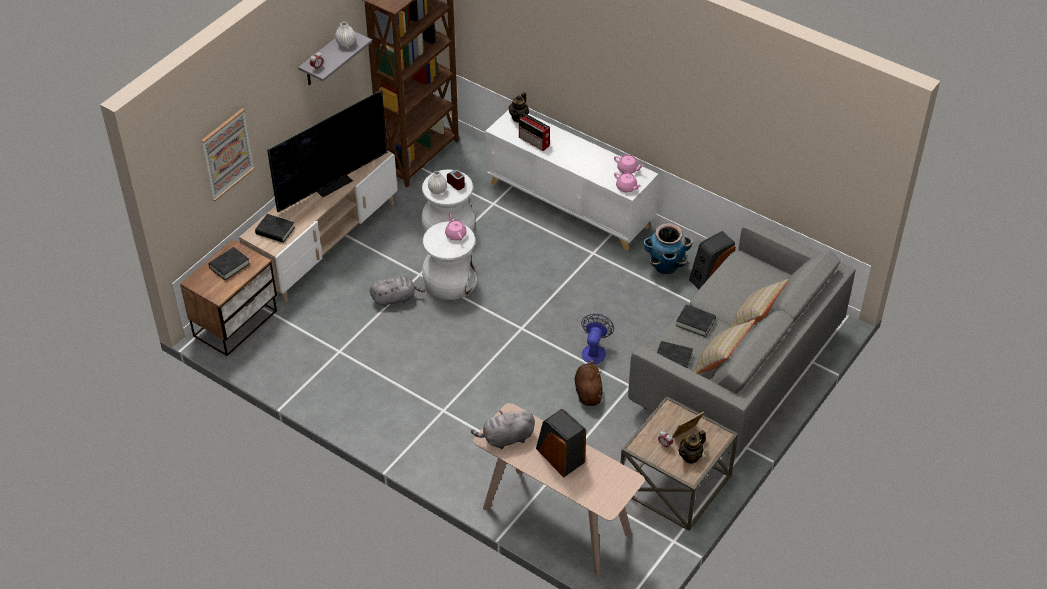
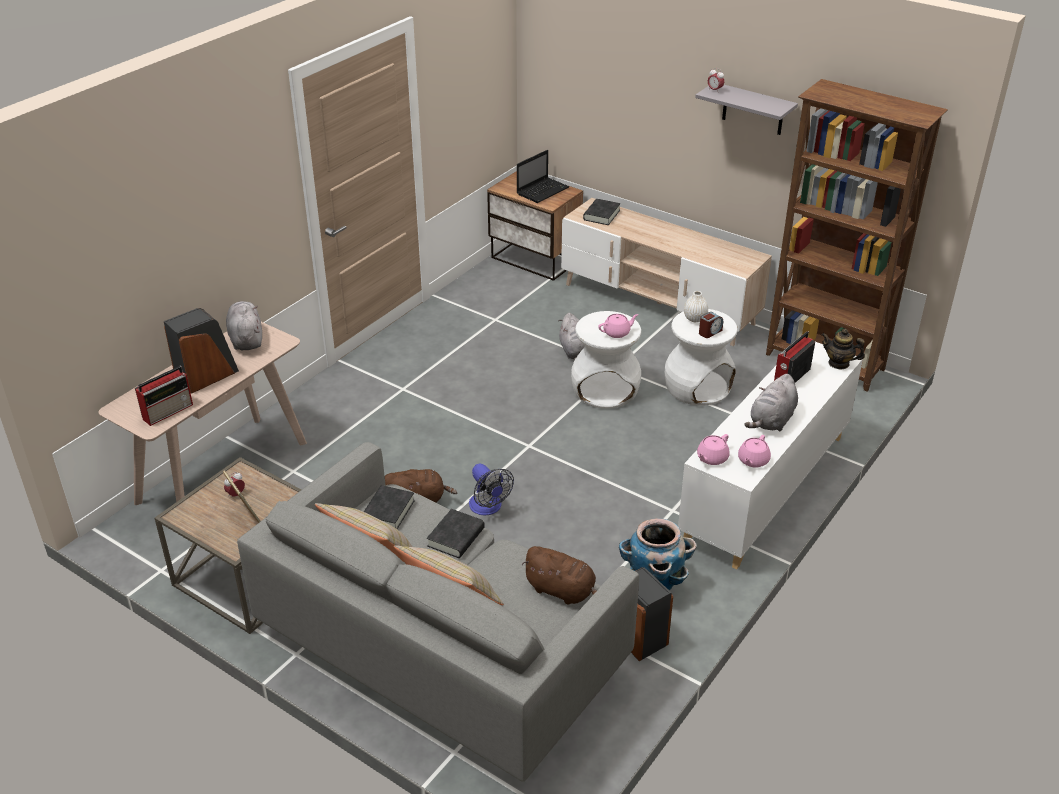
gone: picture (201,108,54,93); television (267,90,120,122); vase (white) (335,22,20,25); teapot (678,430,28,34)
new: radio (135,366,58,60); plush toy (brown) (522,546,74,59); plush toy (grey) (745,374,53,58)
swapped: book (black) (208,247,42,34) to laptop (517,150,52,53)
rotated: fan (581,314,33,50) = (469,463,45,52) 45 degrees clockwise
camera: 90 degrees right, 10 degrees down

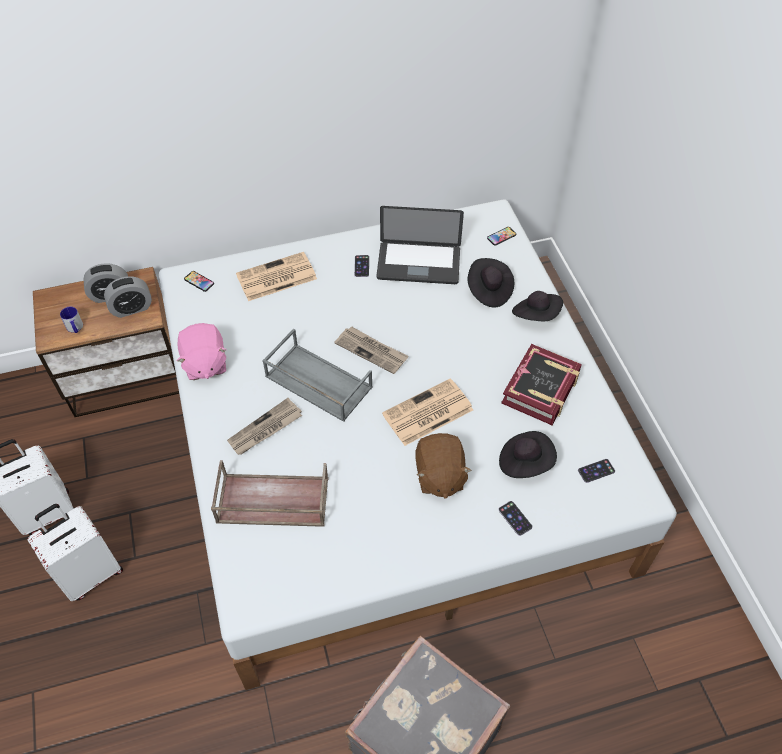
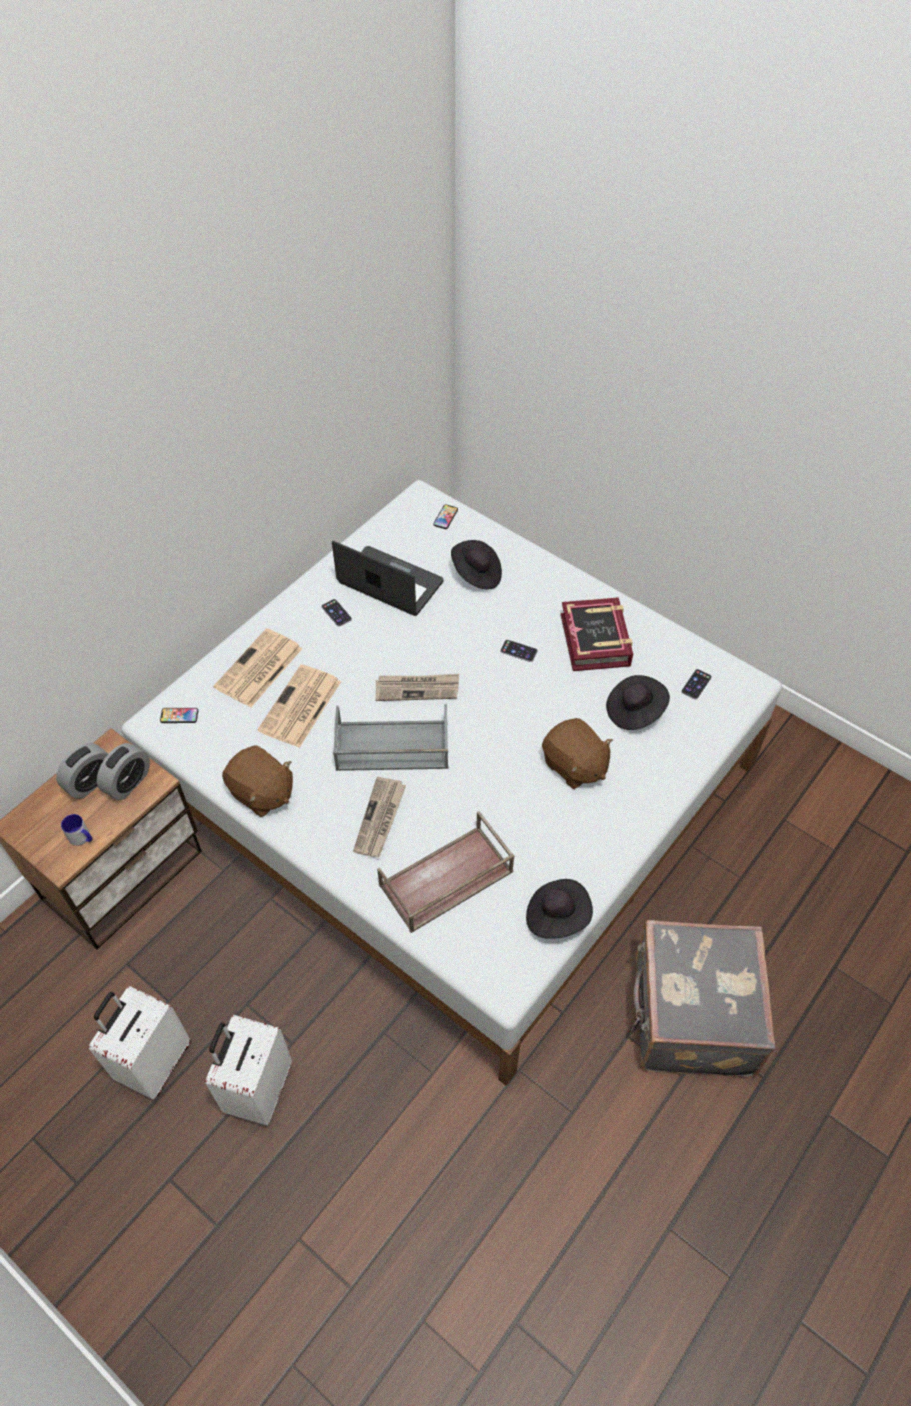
shifted: newspaper (382,378,91,68) to (257,665,84,83); phone (498,501,34,35) to (500,640,37,22); hat (black) (512,291,51,30) to (526,879,67,60)
repainted: plush toy (pink) (177,323,50,57) to plush toy (brown) (222,745,71,72)
rotated: laptop (376,206,88,78) = (332,541,112,75) 120 degrees counterclockwise
camera: 35 degrees left, 0 degrees up

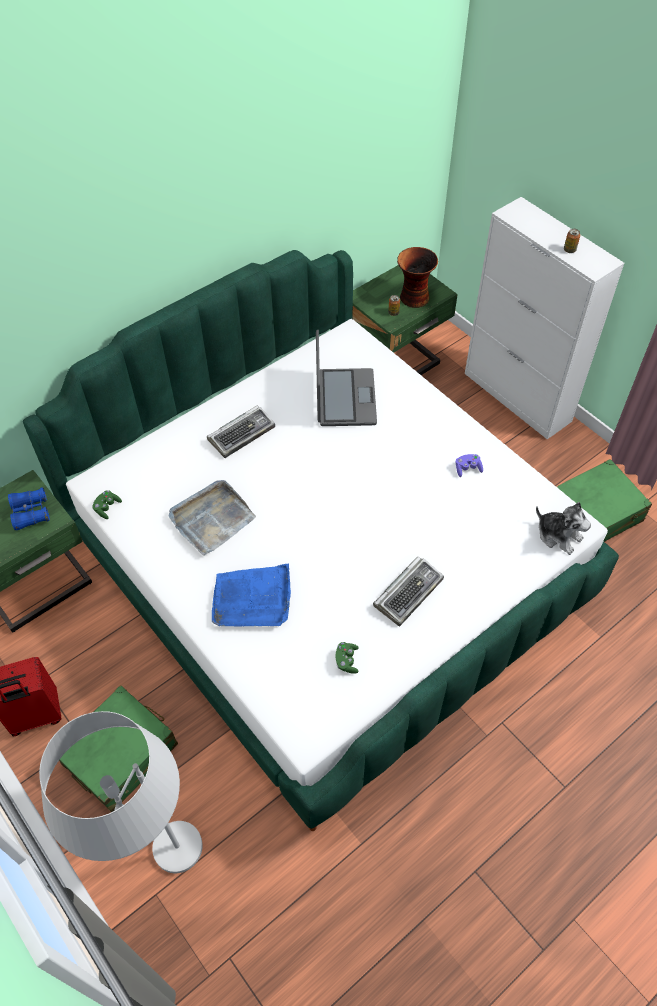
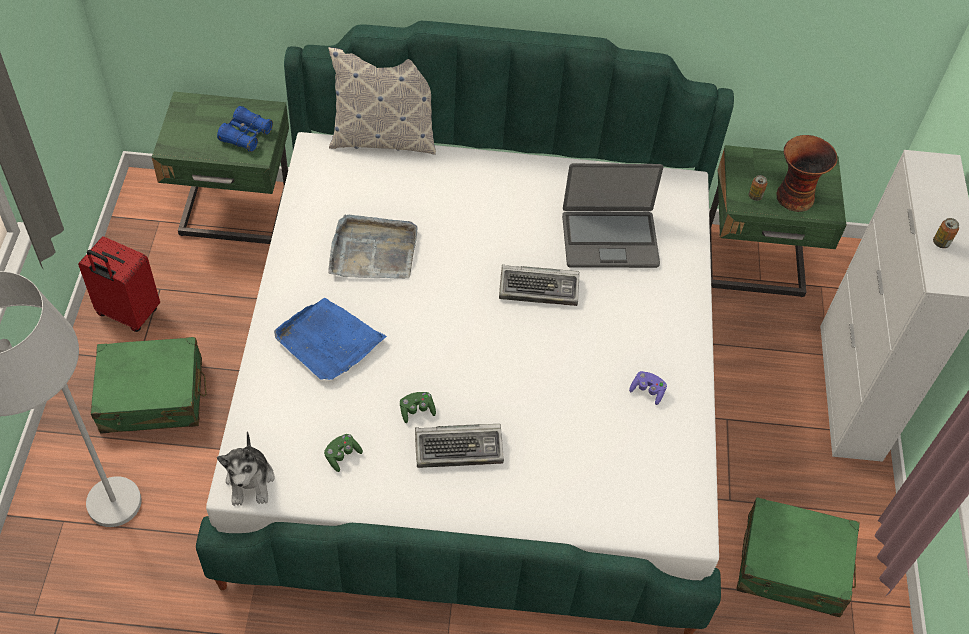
new: pillow (328,47,108,108)
shifted: game controller (green) (92,490,30,29) to (400,392,36,31); keyboard (207,406,68,52) to (499,264,81,42); plush toy (536,502,55,53) to (217,432,58,74)
rotated: laptop (316,329,61,97) = (562,163,101,105) 45 degrees clockwise
camera: 40 degrees right, 0 degrees up

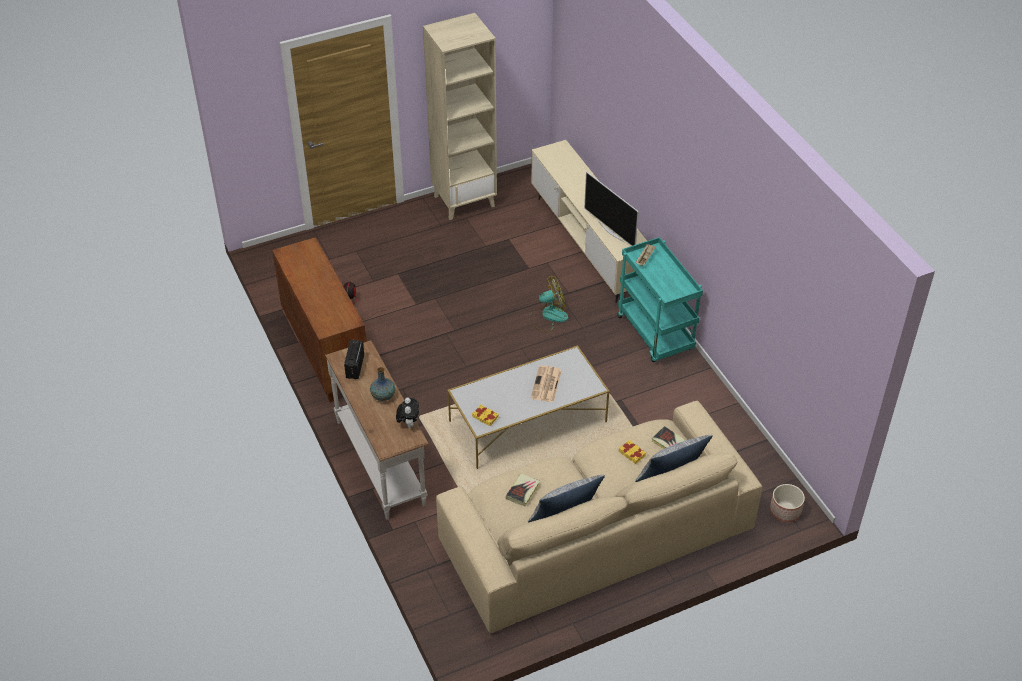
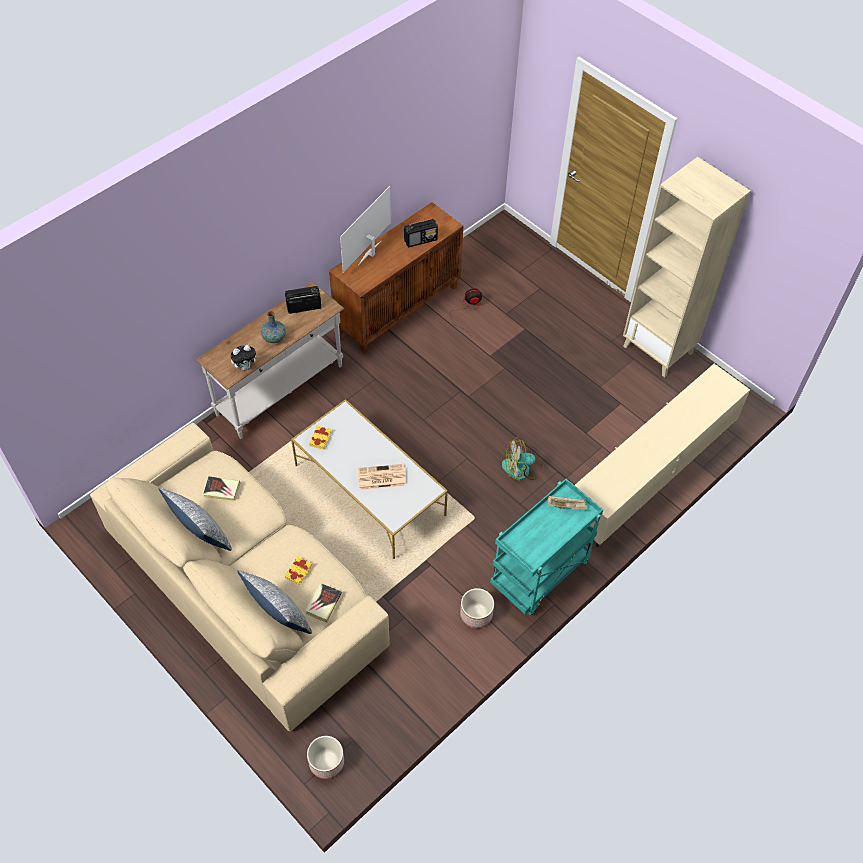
new: radio (404,219,34,28); planter (460,588,34,40)
shifted: television (584,171,55,75) to (340,186,51,87)
rotated: fan (529,276,39,57) = (502,438,42,42) 120 degrees clockwise
camera: 70 degrees right, 10 degrees up

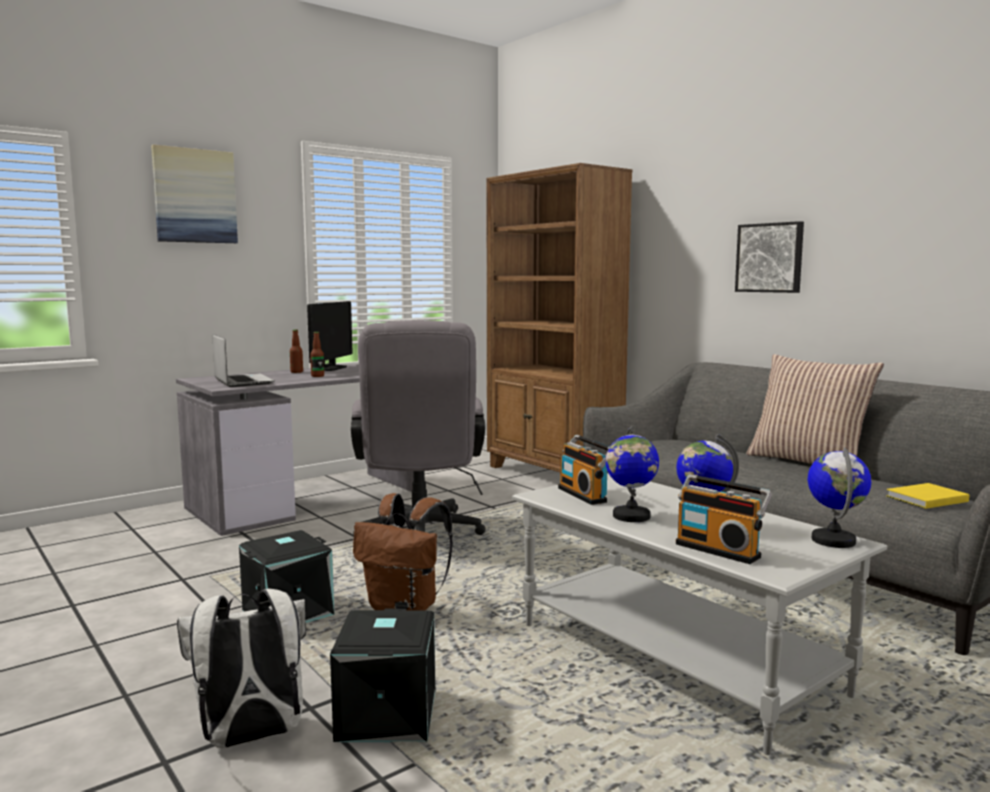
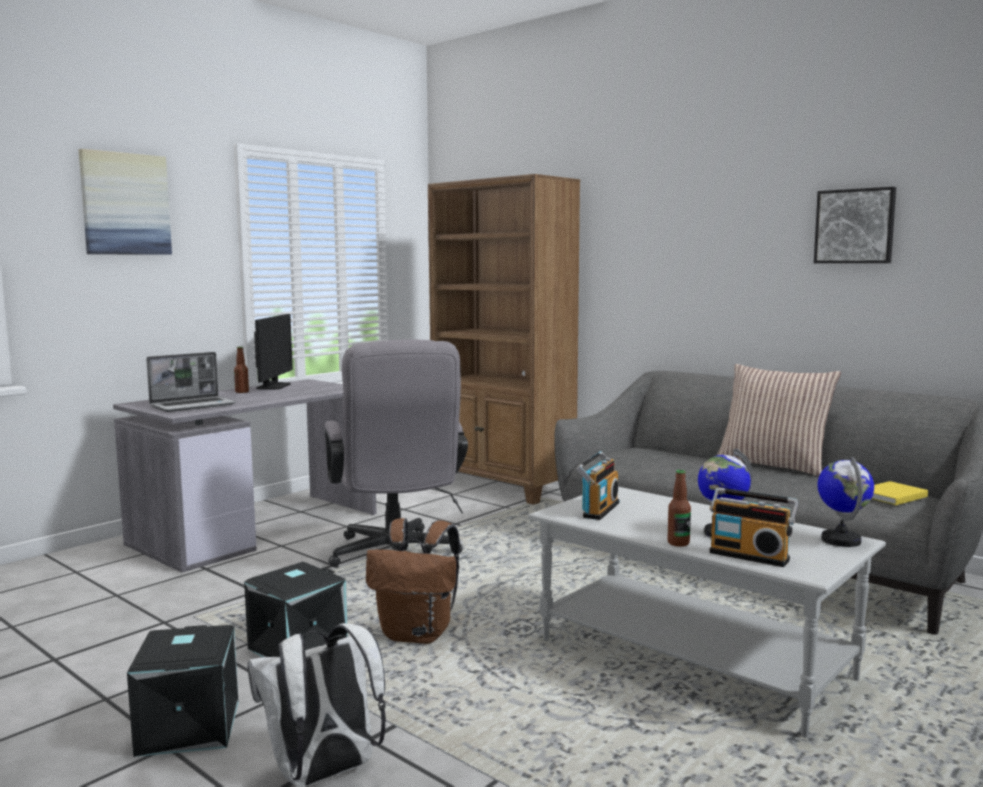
gone: globe (605,426,54,96)
shifted: bottle (310,332,14,45) to (667,470,24,77); storage box (black) (330,609,105,133) to (127,625,112,132); picture (735,221,69,72) to (814,187,82,76)
rotated: laptop (213,334,62,53) = (146,352,90,60) 90 degrees clockwise; radio (558,435,52,70) = (576,451,43,69) 120 degrees counterclockwise
camera: 10 degrees left, 0 degrees up

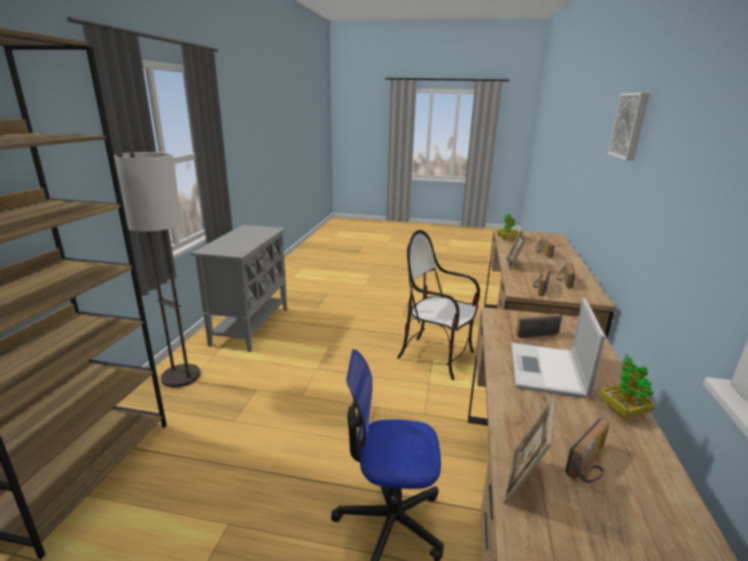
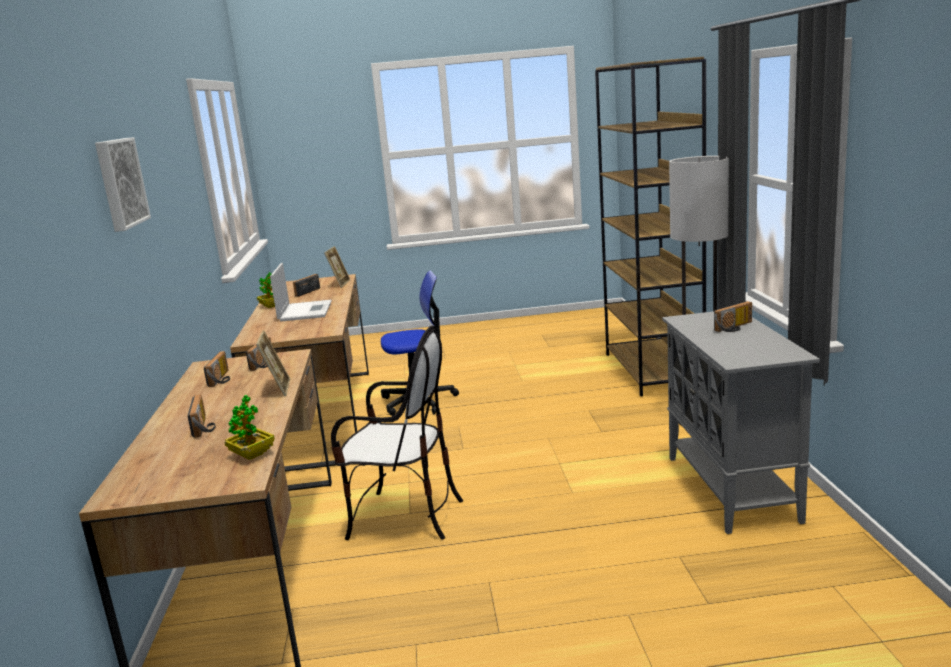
shifted: radio (516,314,46,24) to (714,301,38,31)
camera: 165 degrees right, 5 degrees down

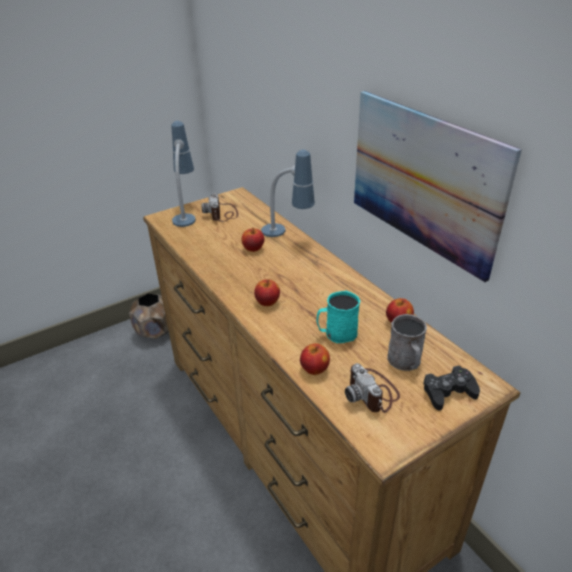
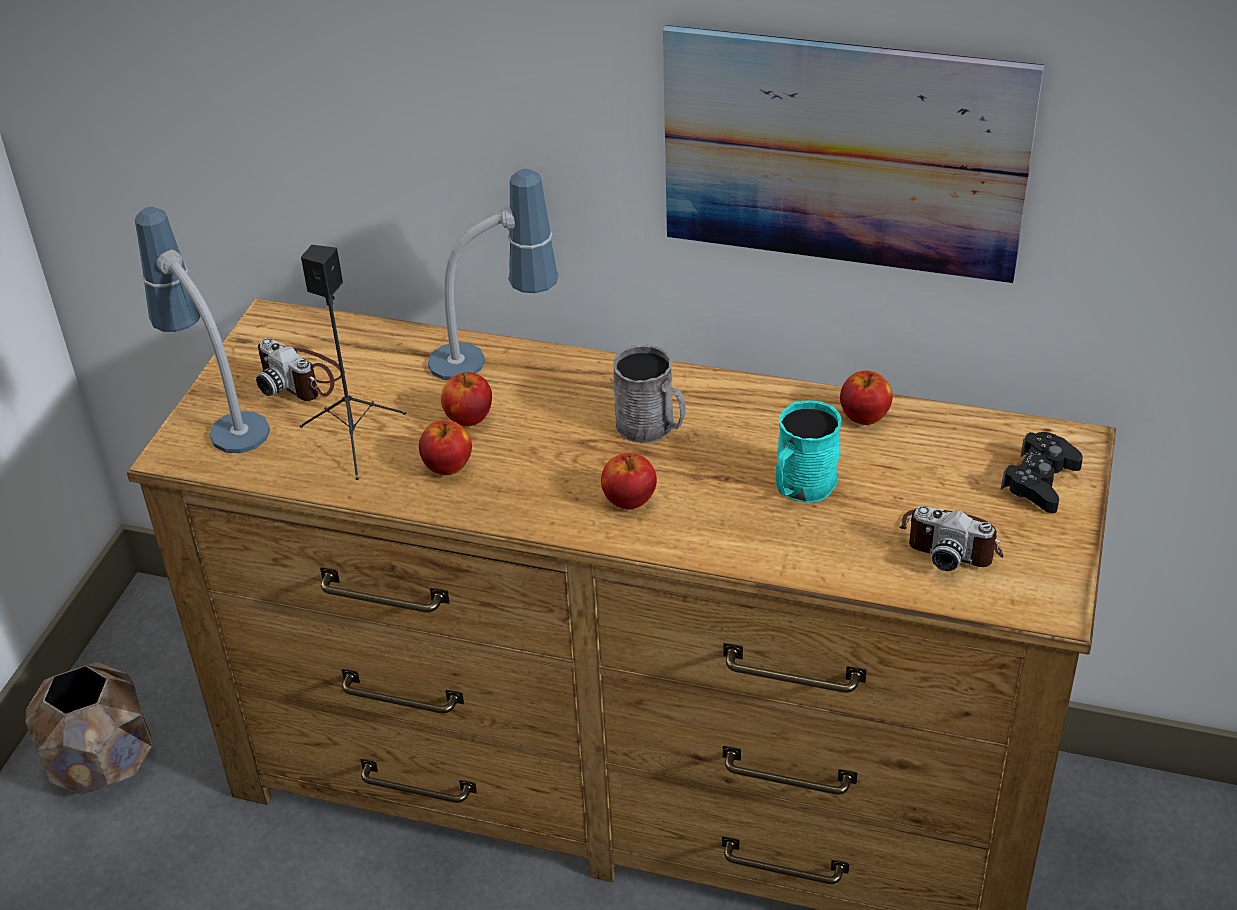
new: speaker (black) (300,245,106,235)
shifted: apple (300,343,30,32) to (419,420,53,55); mug (grey) (387,314,40,57) to (613,344,73,99)
camera: 40 degrees left, 5 degrees up

